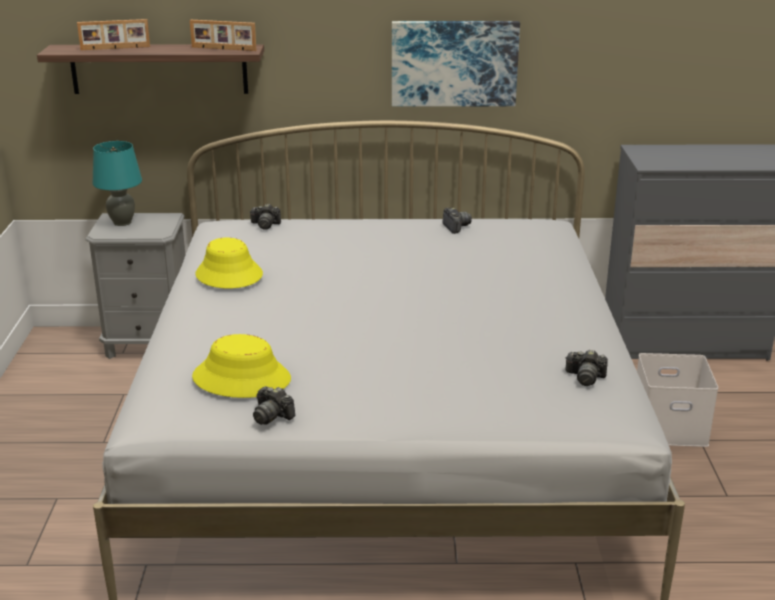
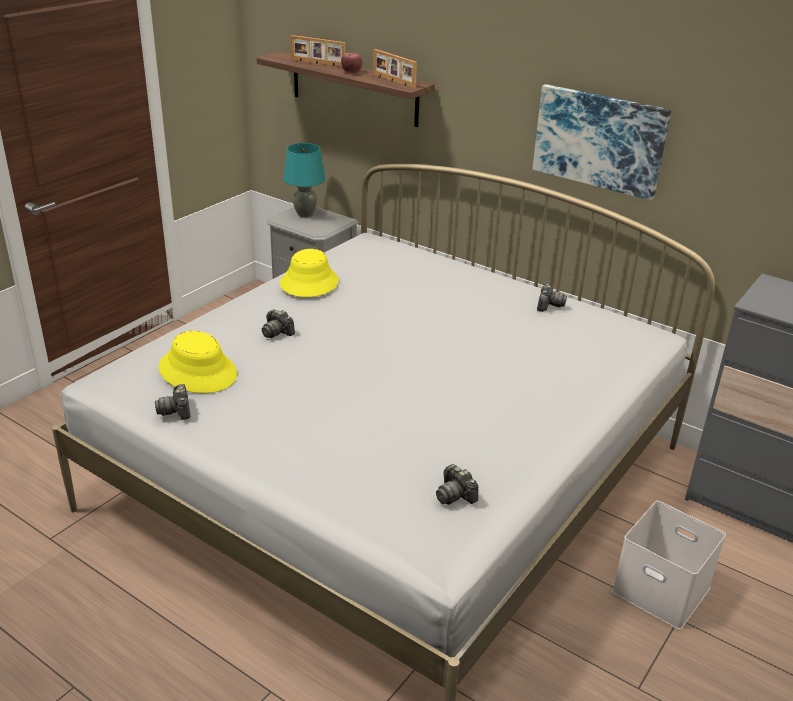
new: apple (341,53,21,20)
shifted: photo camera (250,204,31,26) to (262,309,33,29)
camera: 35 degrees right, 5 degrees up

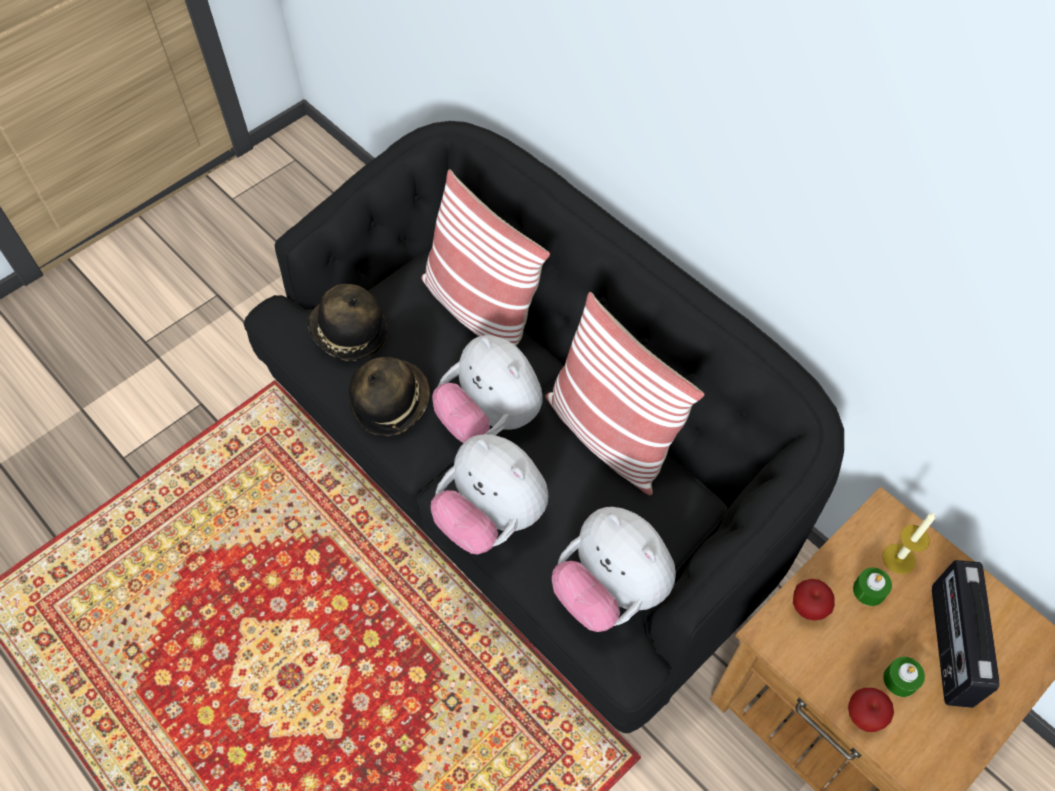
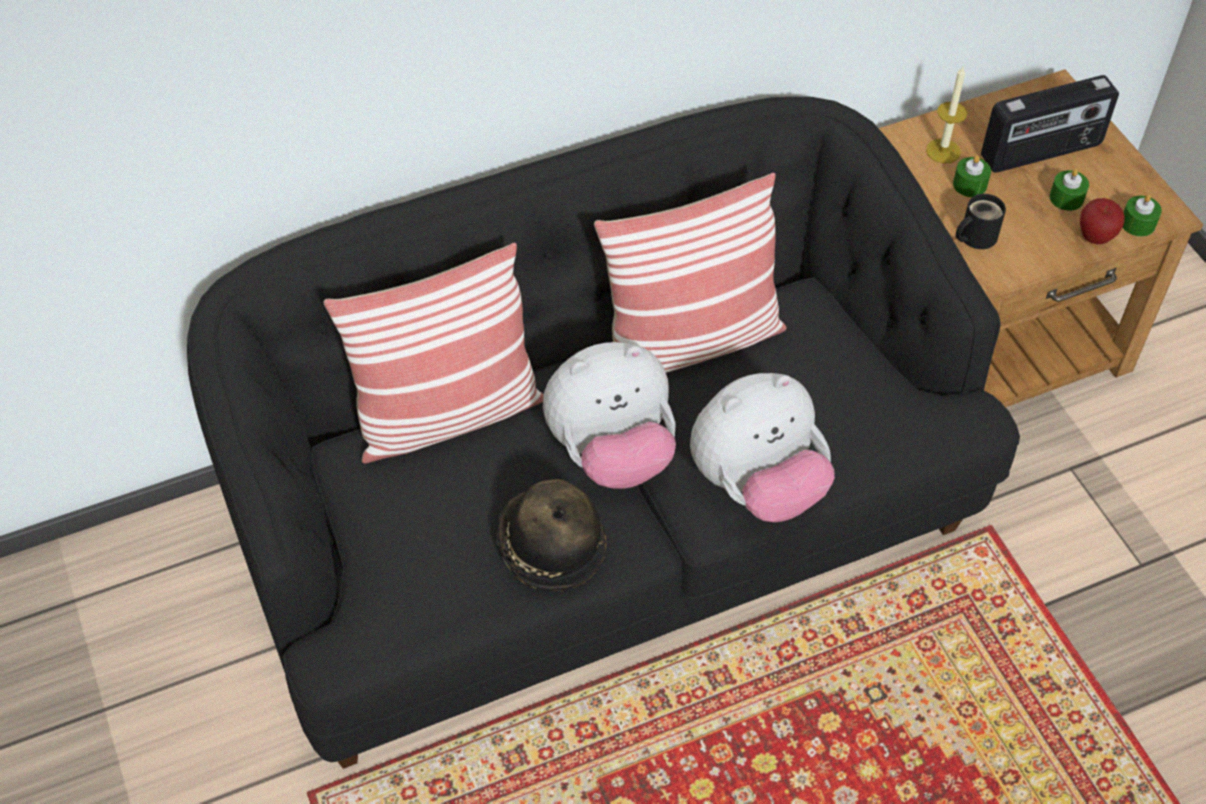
gone: hat (308,284,79,77); plush toy (552,507,124,125)
new: candle (green) (1123,194,39,43)
swapped: apple (793,579,42,42) to mug (black) (956,194,50,55)
rotated: radio (932,560,67,148) = (981,75,138,98) 45 degrees counterclockwise
camera: 70 degrees left, 5 degrees down

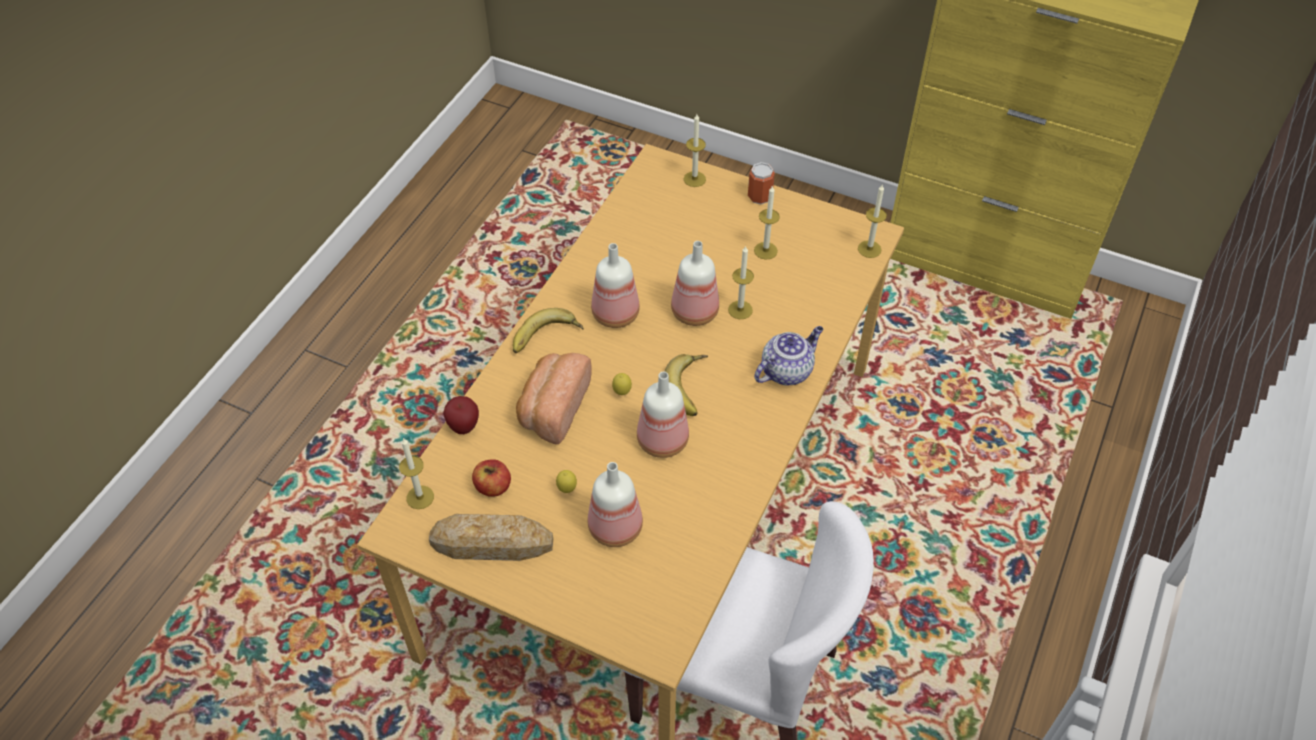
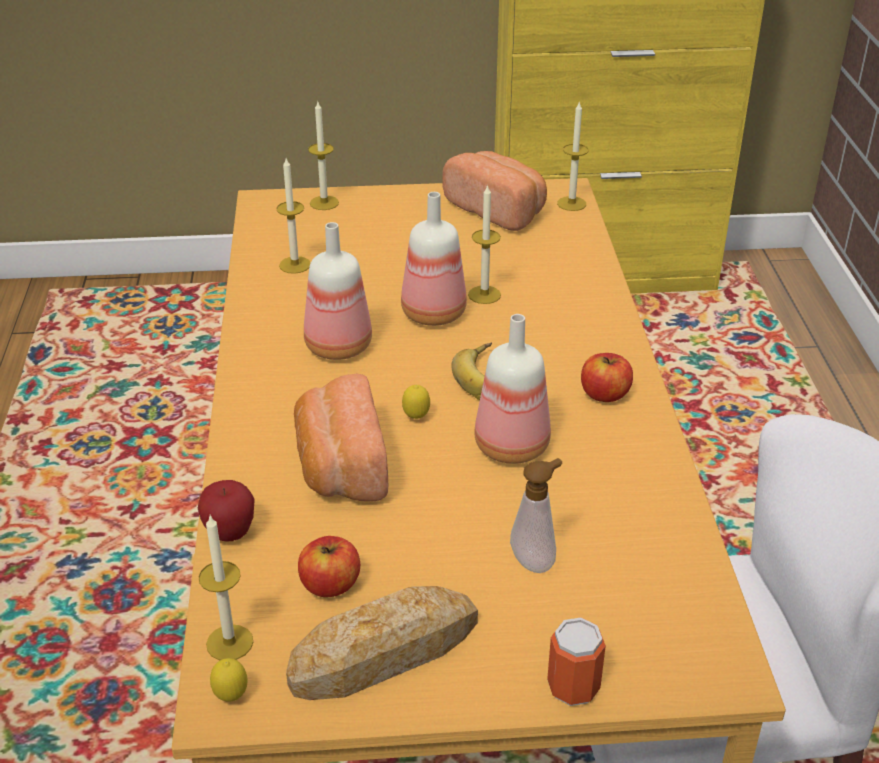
gone: banana (513,308,71,45); teapot (754,326,69,60)
new: bread (442,151,105,80); apple (581,353,52,49)
shifted: lemon (556,470,21,23) to (210,658,38,44); can (748,162,27,42) to (547,617,59,89); candle (754,186,26,74) to (276,158,34,116)
swapped: bottle (588,462,55,85) to soap dispenser (510,458,52,115)
camera: 30 degrees left, 15 degrees down

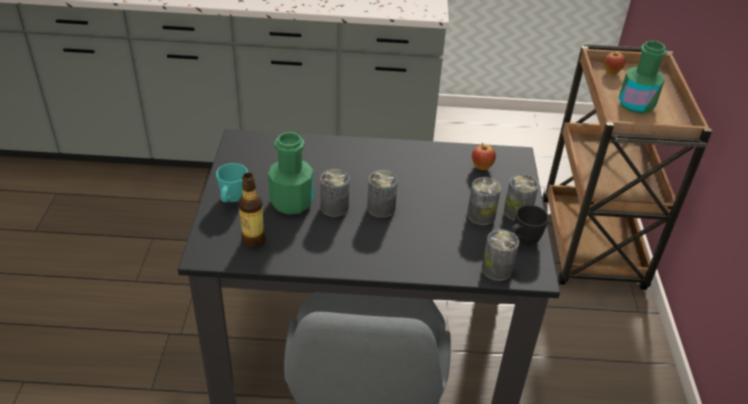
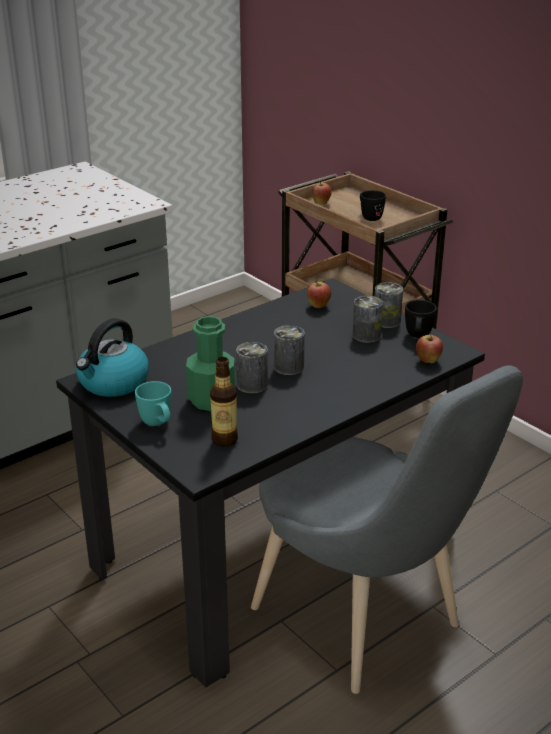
new: kettle (76,318,73,79)
swapped: can (482,229,37,52) to apple (416,335,27,28); bottle (green) (619,41,48,73) to mug (black) (360,190,26,31)
camera: 40 degrees left, 10 degrees down

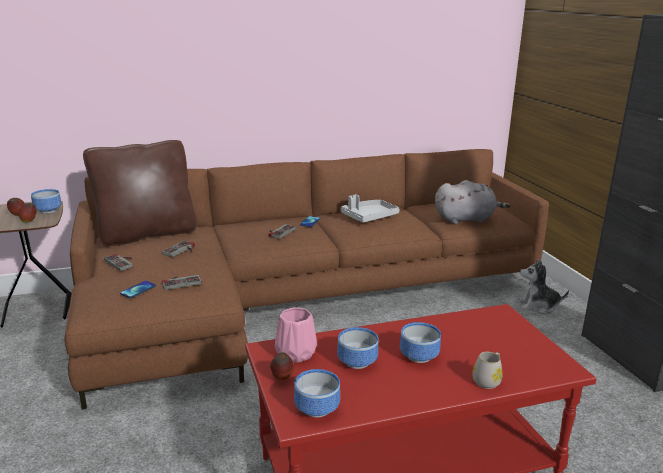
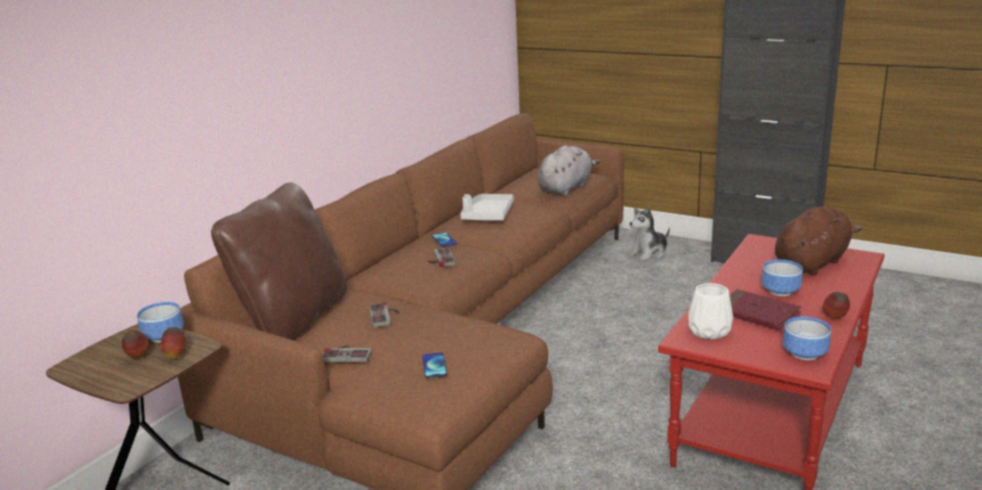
gone: game controller (162,275,40,15); mug (white) (472,352,31,37)
new: plush toy (brown) (775,206,87,69)
shifted: apple (270,352,24,28) to (822,292,28,27)
swapped: bowl (337,327,41,42) to book (red) (730,289,71,42)
repainted: vase (pink) (275,307,42,56) to vase (white) (688,283,45,56)
camera: 40 degrees left, 0 degrees up

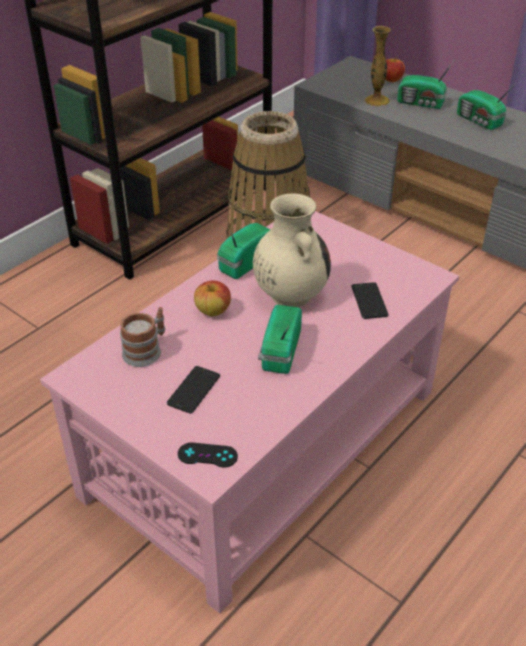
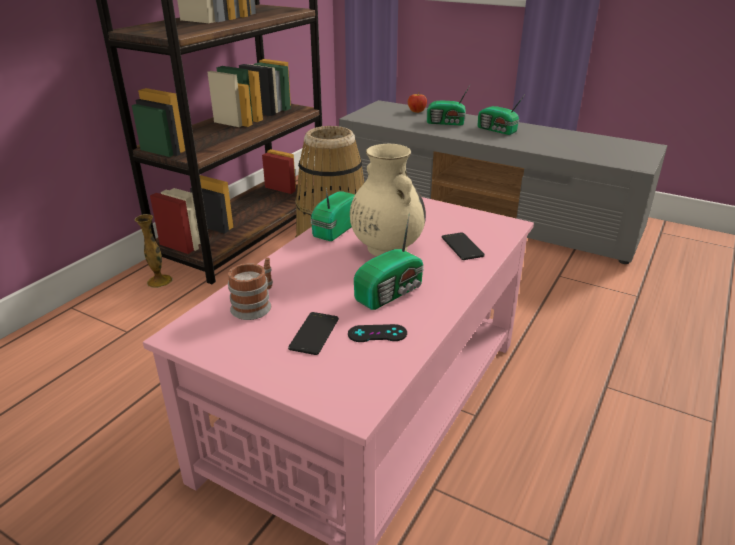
gone: apple (194,281,37,36)
shifted: game controller (black) (178,443,60,25) to (348,324,59,18); vase (364,26,27,81) to (134,214,39,74)
rotated: radio (258,305,44,69) = (354,212,70,98) 135 degrees counterclockwise
camera: 10 degrees left, 10 degrees down

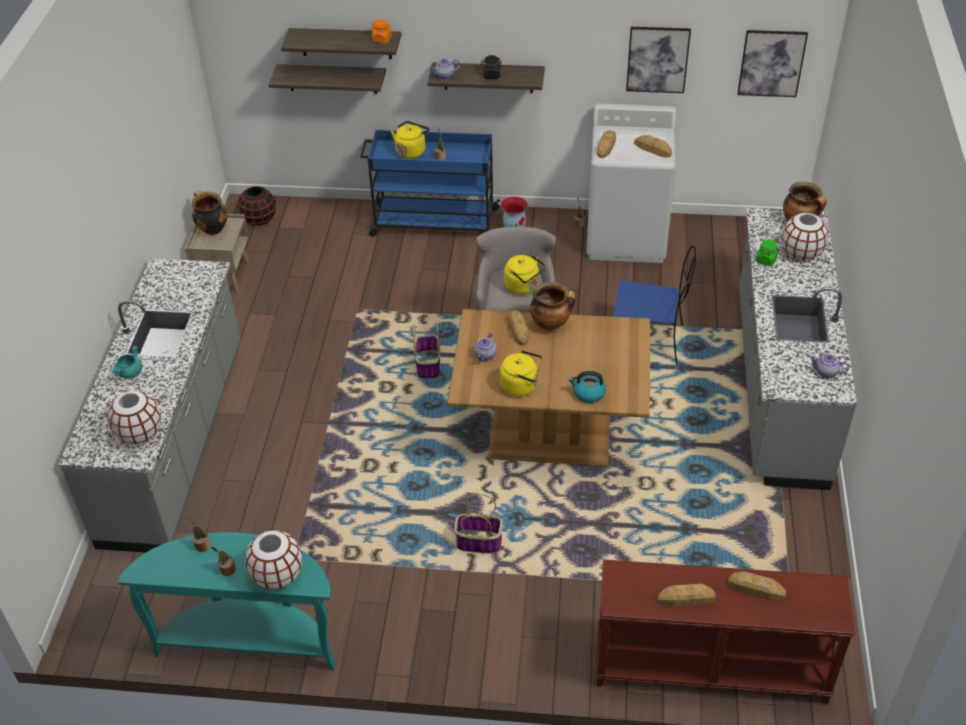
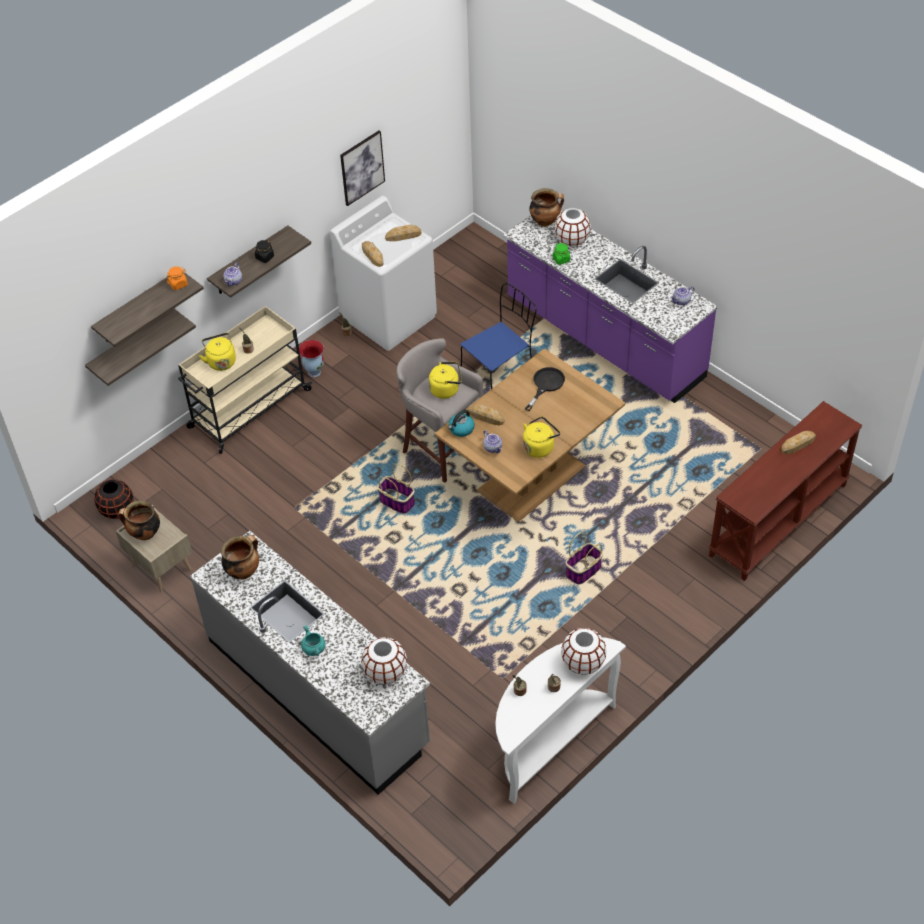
gone: bread (657,584,59,23); picture (737,30,71,67)
new: frying pan (black) (525,367,40,44)
shifted: cooking pot (530,282,46,49) to (221,535,38,45); kettle (569,371,37,32) to (448,410,27,27)
repainted: console table (turquoise) (118,532,218,138) to console table (white) (495,637,131,167); cart (blue) (360,130,140,107) to cart (beige) (178,306,134,148); counter (grey) (739,208,118,282) to counter (purple) (503,211,215,192)
camera: 50 degrees left, 5 degrees up

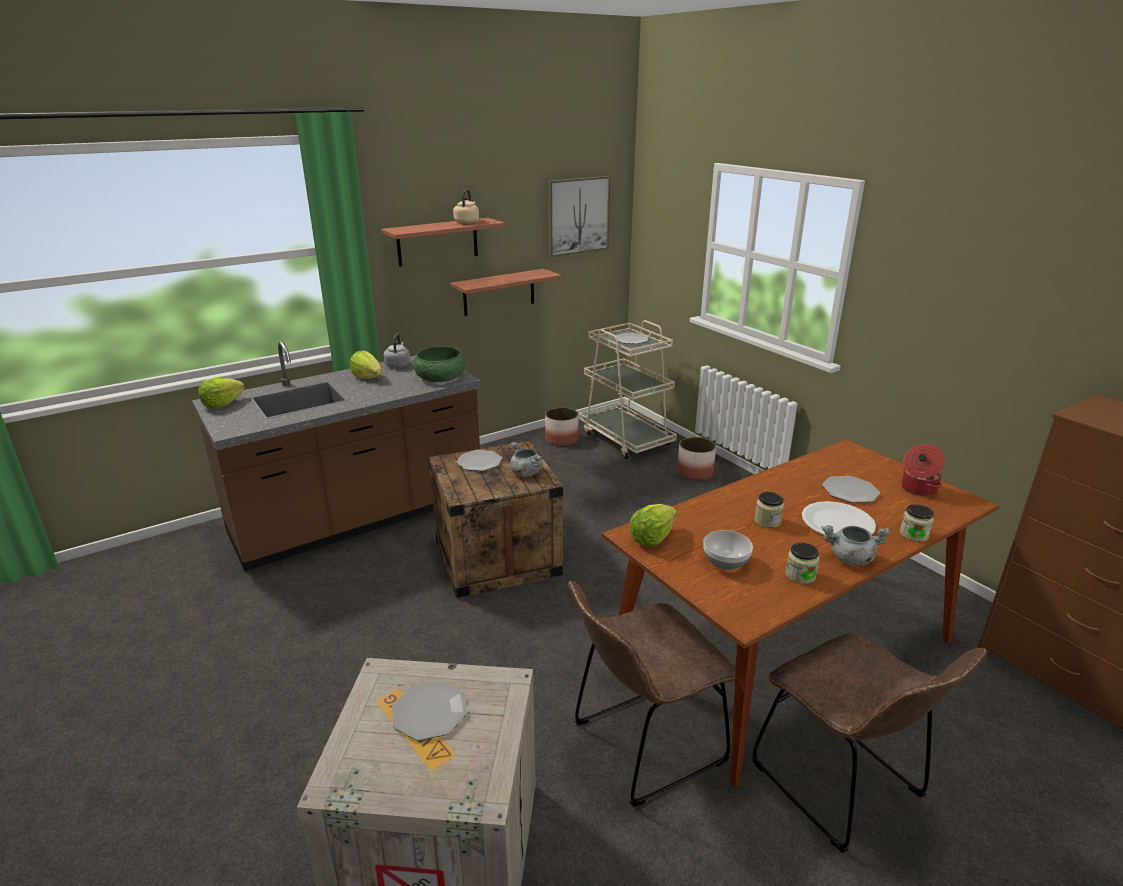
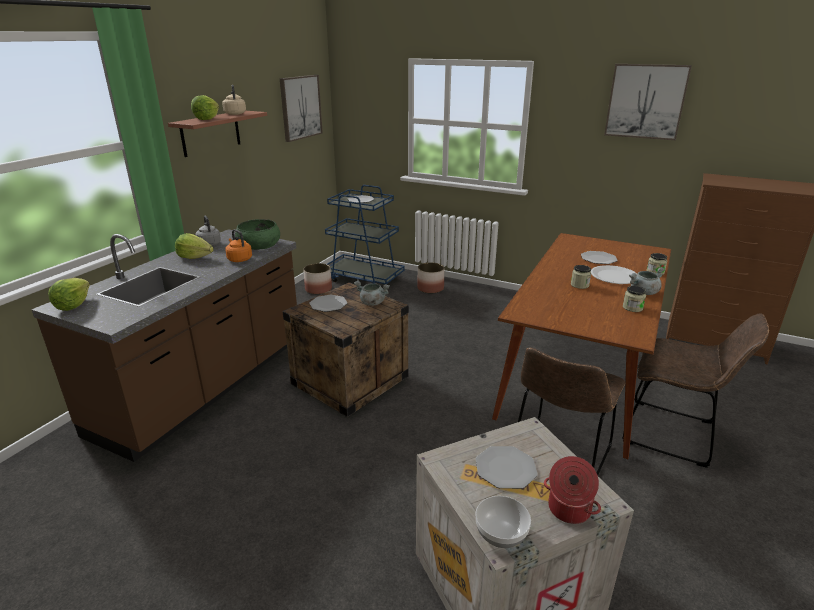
gone: shelf (450,269,111,47)
new: kettle (orange) (225,229,27,33); picture (604,64,88,76)
shifted: lettuce (630,504,47,43) to (191,95,28,25); bowl (703,530,50,40) to (476,496,55,52); cooking pot (901,444,44,52) to (544,456,57,68)
repainted: cart (beige) (579,320,98,139) to cart (blue) (325,185,80,100)
camera: 30 degrees left, 0 degrees up

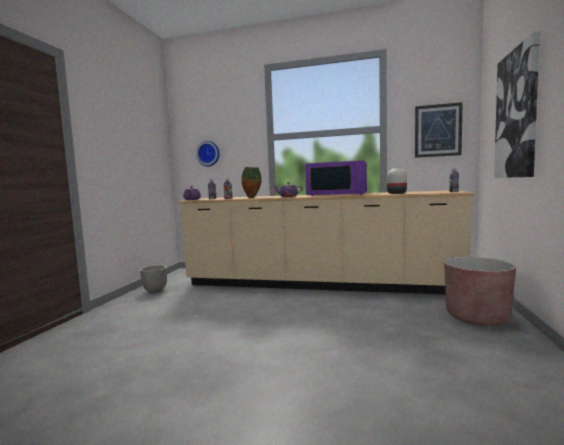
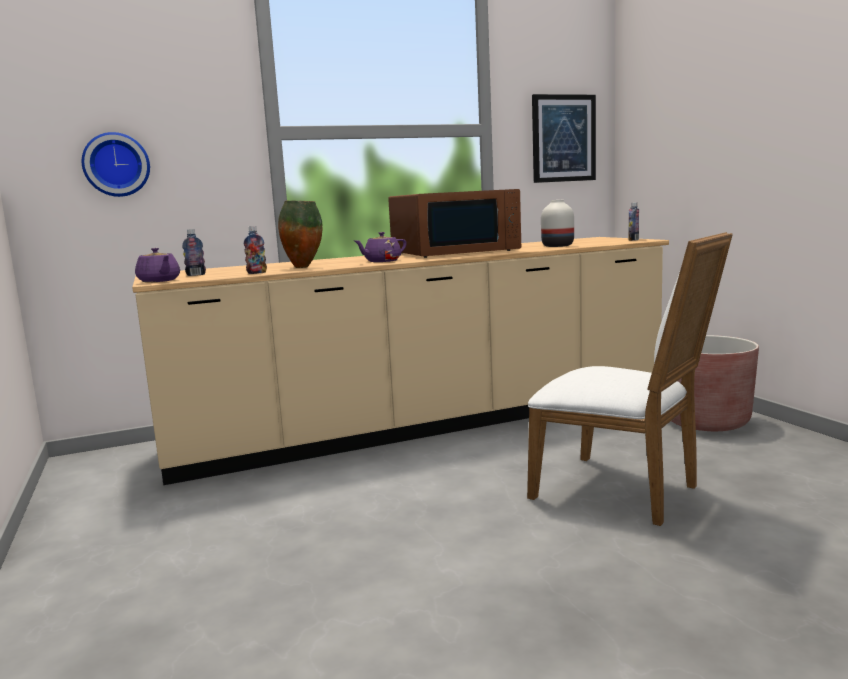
gone: planter (140,265,27,28); picture (494,31,46,147)
new: chair (white) (527,232,206,294)
repainted: microwave (purple) (305,160,62,36) to microwave (brown) (388,189,133,69)
camera: 35 degrees left, 5 degrees up

